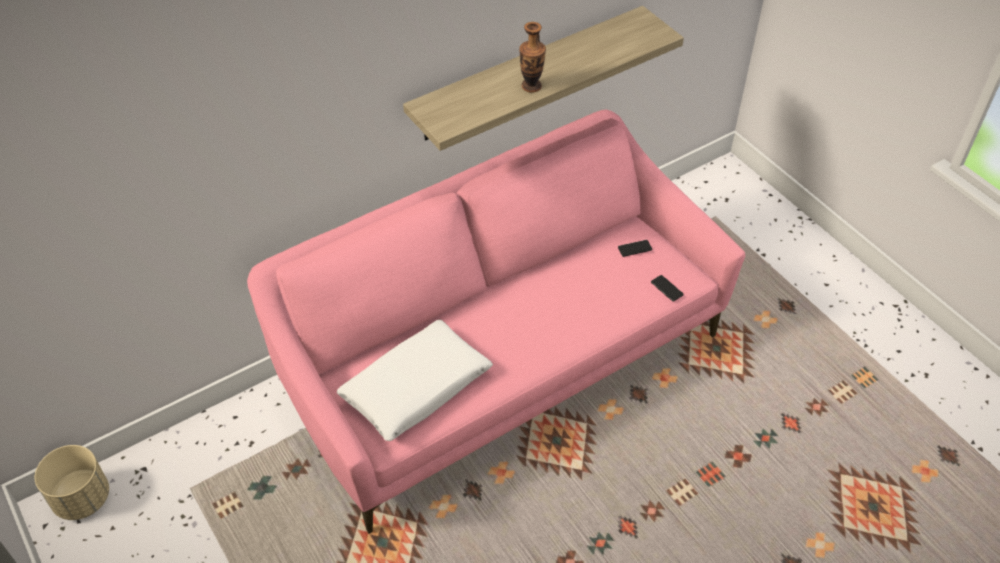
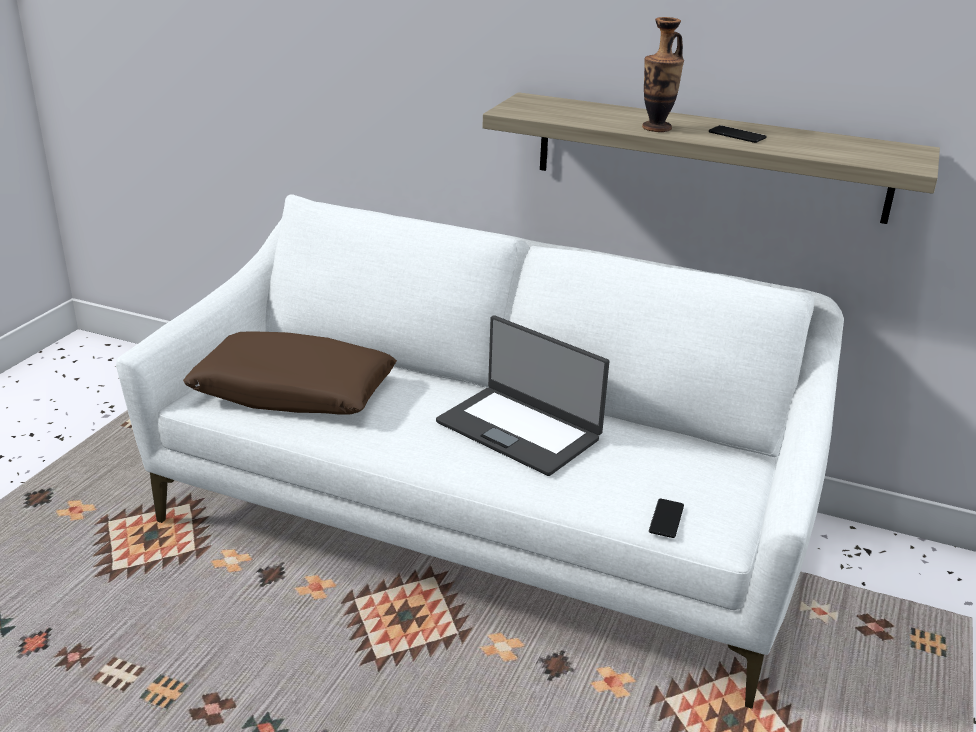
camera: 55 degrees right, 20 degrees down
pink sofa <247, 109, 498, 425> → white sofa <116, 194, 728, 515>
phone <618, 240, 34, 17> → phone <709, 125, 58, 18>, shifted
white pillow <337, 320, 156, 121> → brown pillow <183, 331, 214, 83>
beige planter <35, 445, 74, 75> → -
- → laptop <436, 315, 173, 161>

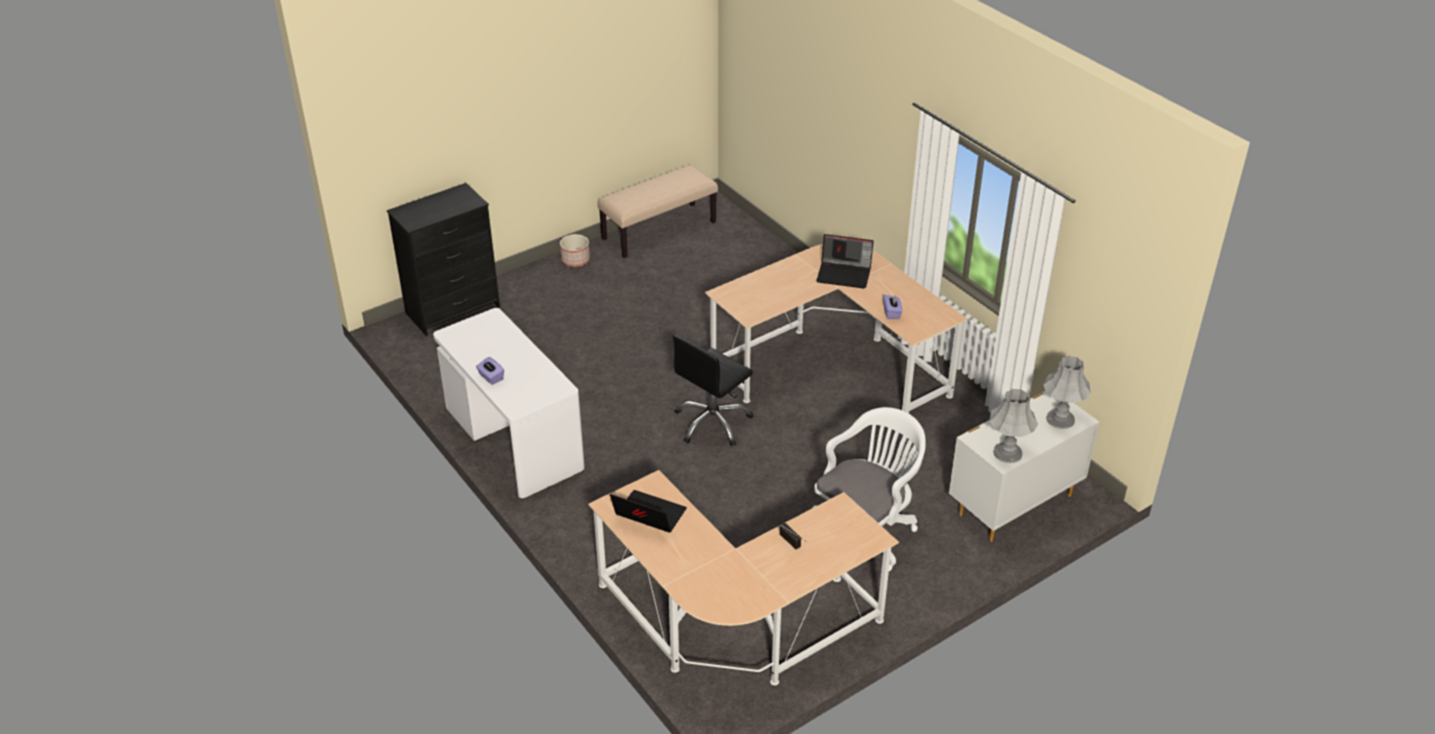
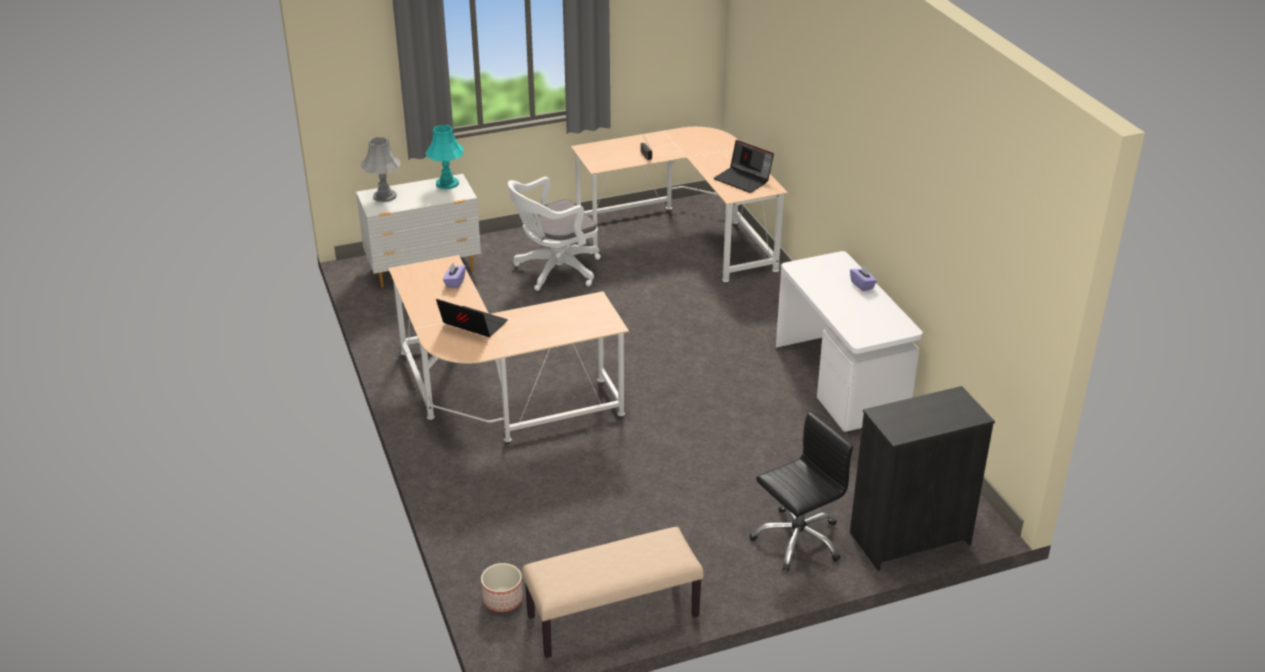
camera: 165 degrees left, 5 degrees down
planter <560, 234, 30, 33> → planter <481, 563, 42, 49>, shifted
black office chair <673, 335, 81, 111> → black office chair <750, 412, 103, 159>, shifted
grey table lamp <989, 389, 49, 74> → turquoise table lamp <425, 125, 39, 64>

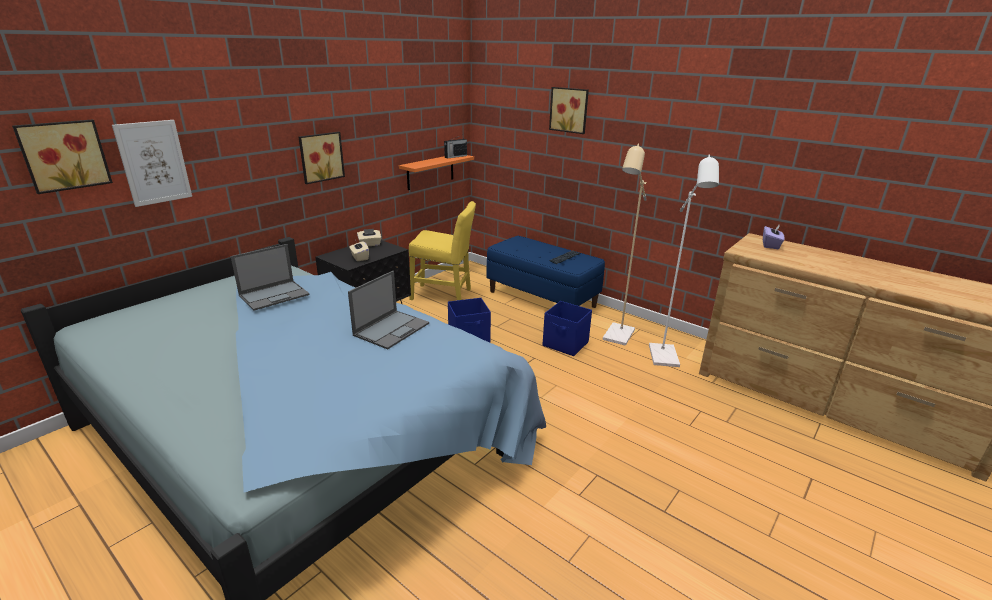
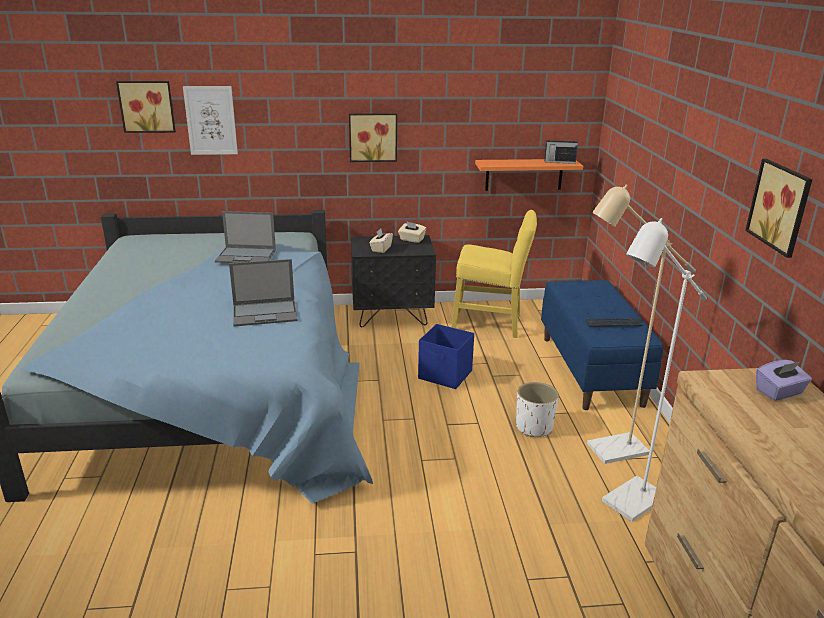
camera: 45 degrees right, 0 degrees up
picture <549, 87, 40, 47> → picture <745, 159, 68, 99>, shifted
yellow chair <409, 201, 67, 99> → yellow chair <452, 210, 85, 128>, 45 degrees counterclockwise
blue storage box <543, 301, 49, 55> → white planter <516, 382, 43, 55>

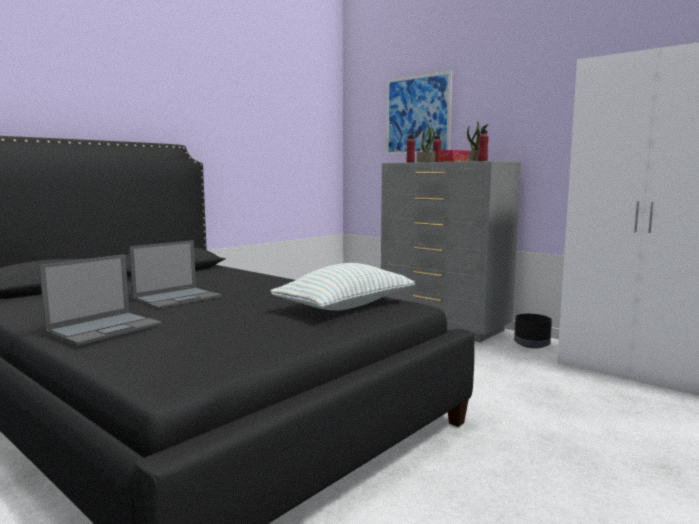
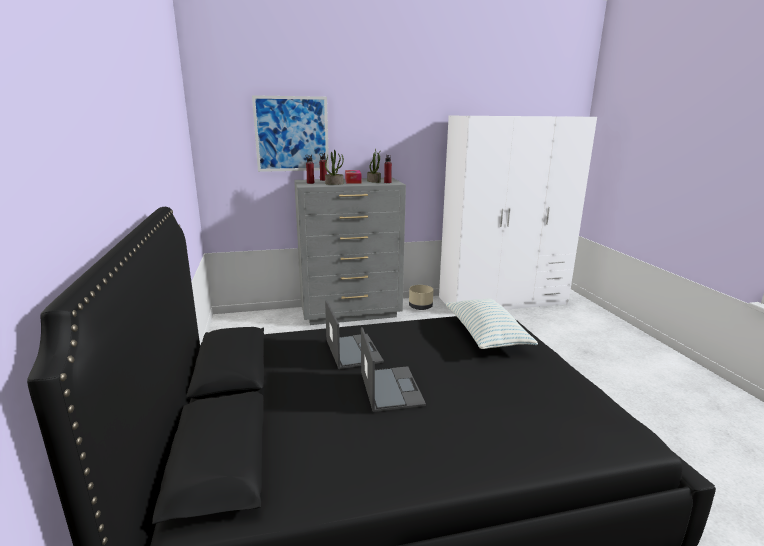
camera: 55 degrees left, 10 degrees up
laptop <39, 254, 123, 92> → laptop <325, 300, 59, 69>, shifted
black planter <514, 314, 38, 34> → beige planter <409, 285, 24, 25>

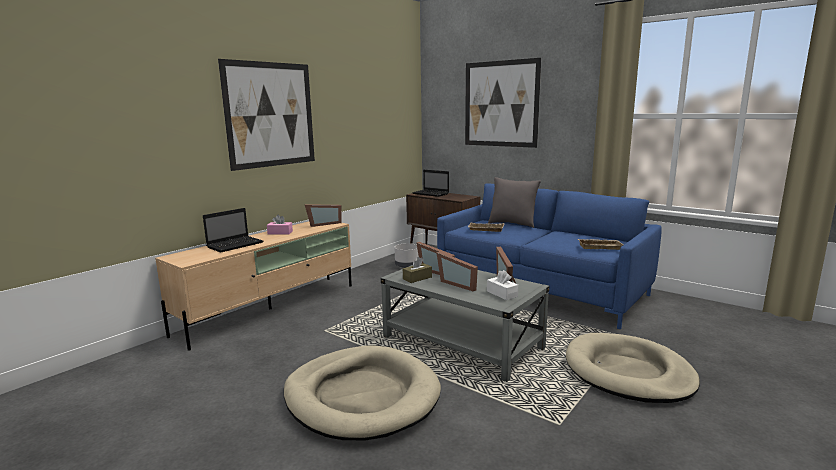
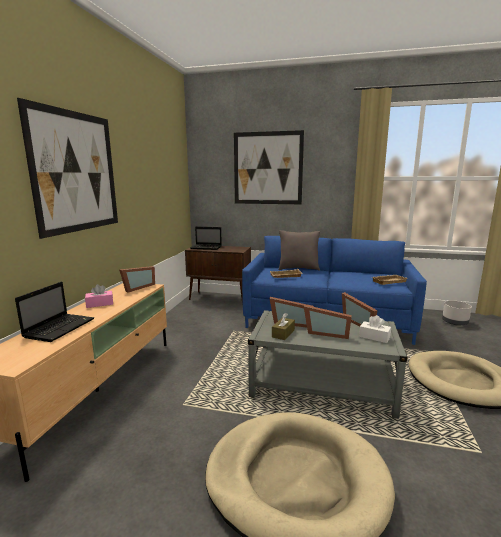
camera: 25 degrees left, 0 degrees up
grey planter <395, 243, 24, 25> → grey planter <442, 301, 30, 25>, shifted

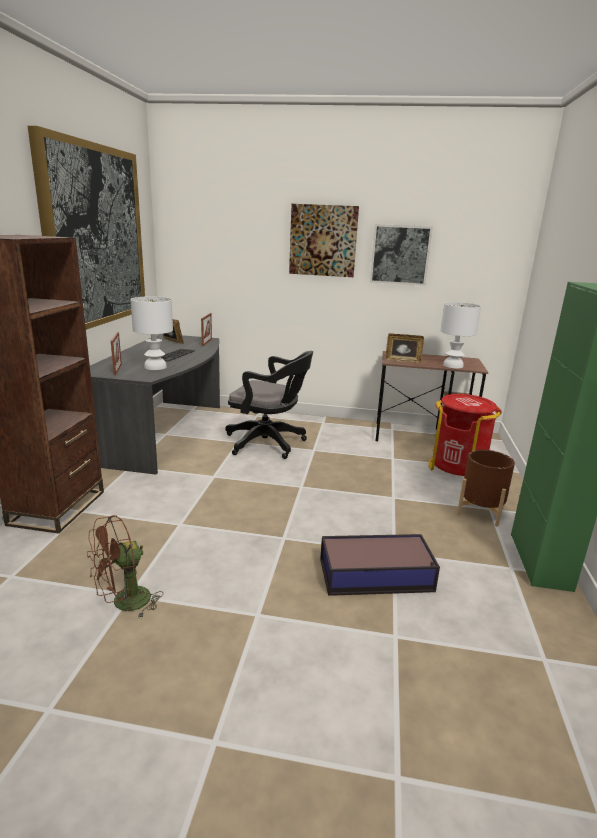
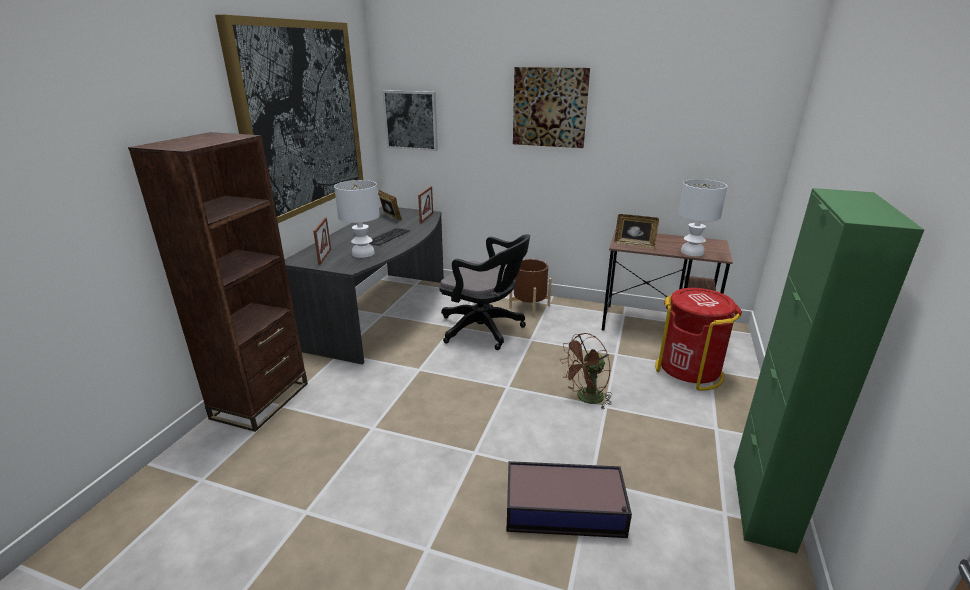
camera: 10 degrees right, 5 degrees up
picture <370, 224, 63, 62> → picture <382, 90, 56, 61>, shifted
brown planter <457, 450, 58, 77> → brown planter <509, 259, 43, 58>, shifted
brown fan <87, 515, 76, 104> → brown fan <560, 333, 52, 76>, shifted

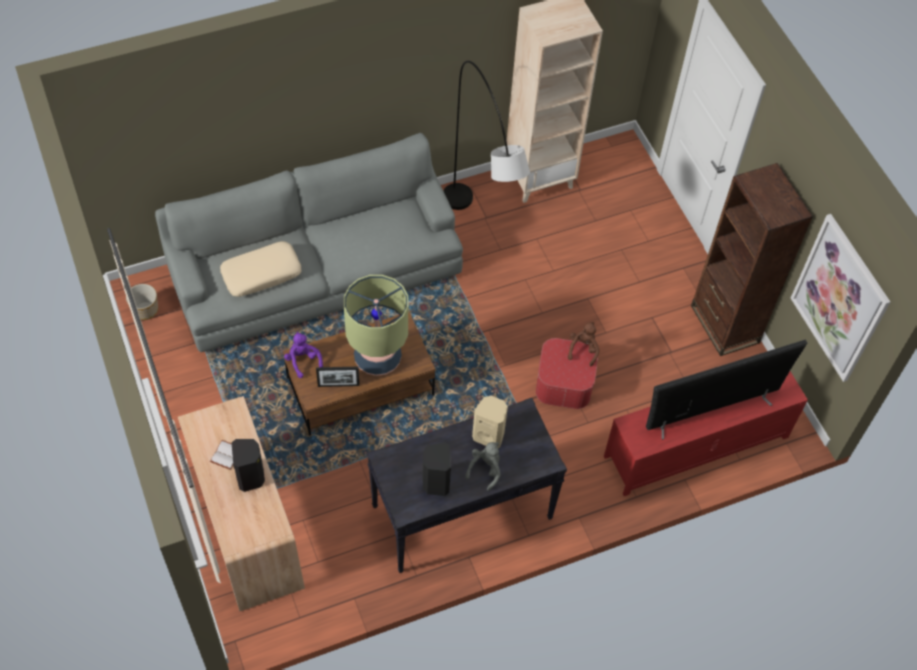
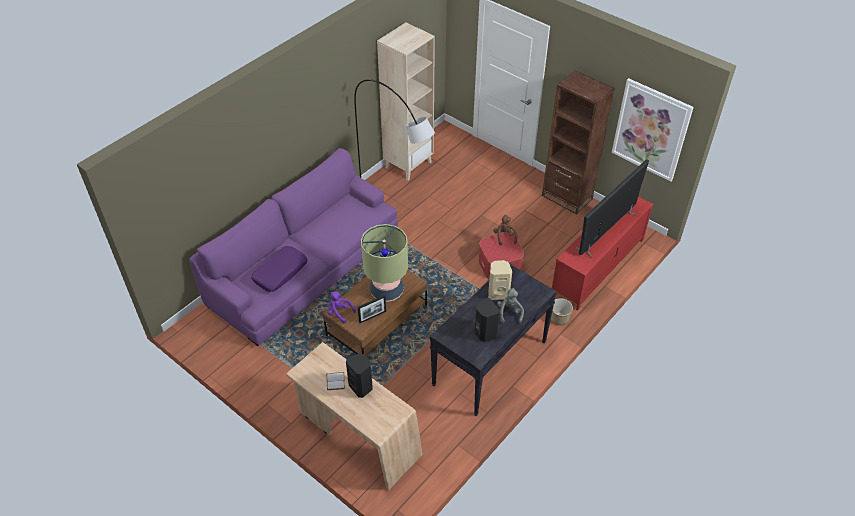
camera: 25 degrees left, 10 degrees down
grey sofa <155, 133, 308, 219> → purple sofa <189, 148, 209, 198>
beige pillow <220, 241, 82, 56> → purple pillow <251, 246, 56, 46>
planter <126, 284, 32, 36> → planter <551, 298, 22, 27>, shifted

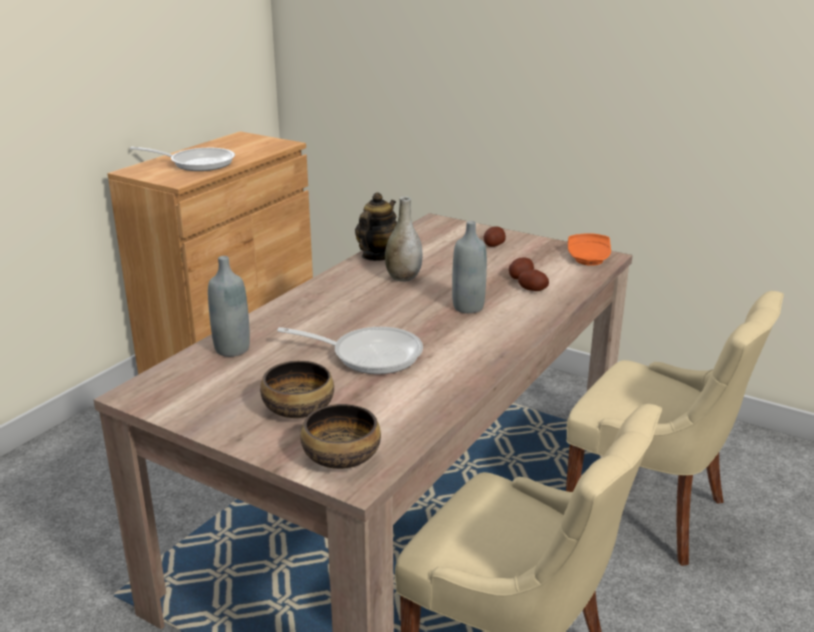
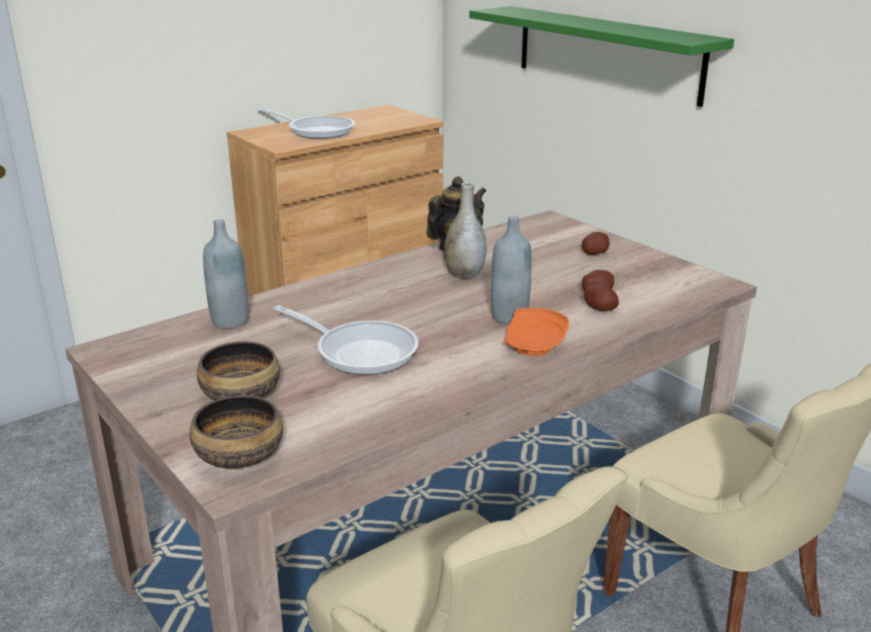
camera: 20 degrees right, 0 degrees up
orange plate <568, 233, 43, 33> → orange plate <503, 308, 66, 48>, shifted
- → green shelf <469, 6, 265, 101>

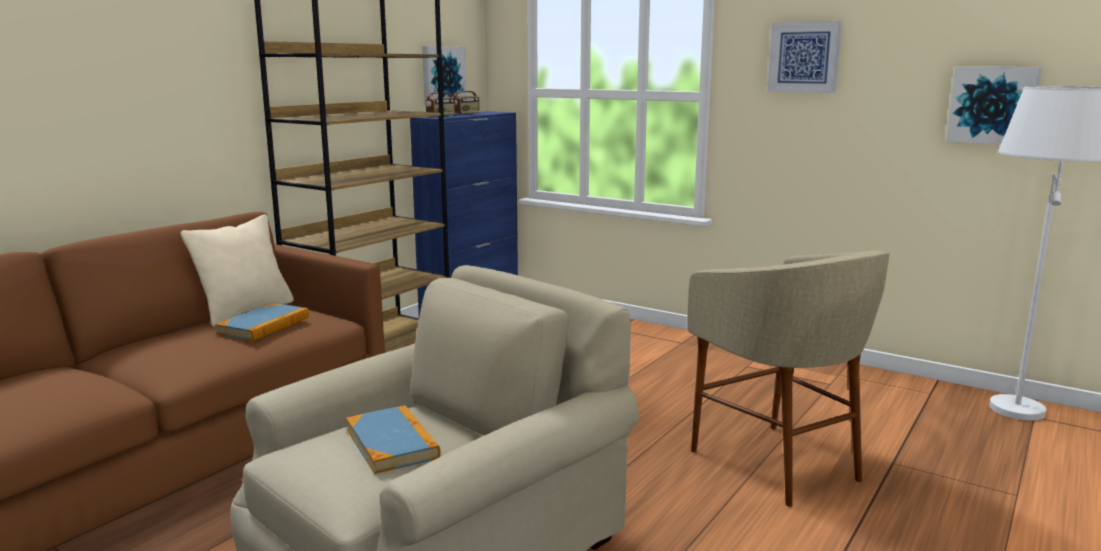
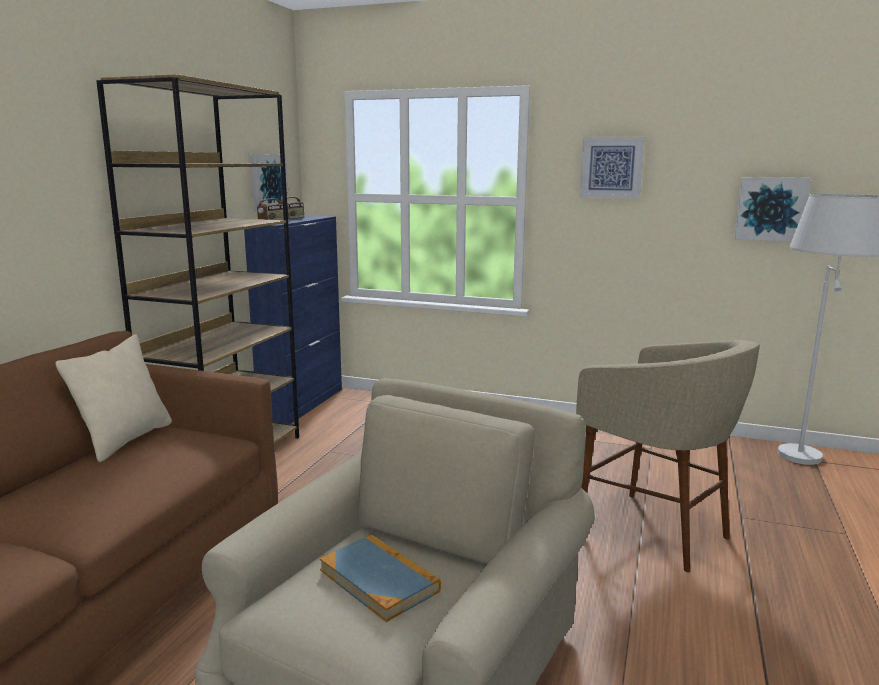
camera: 15 degrees left, 0 degrees up
book <215, 303, 94, 38> → -

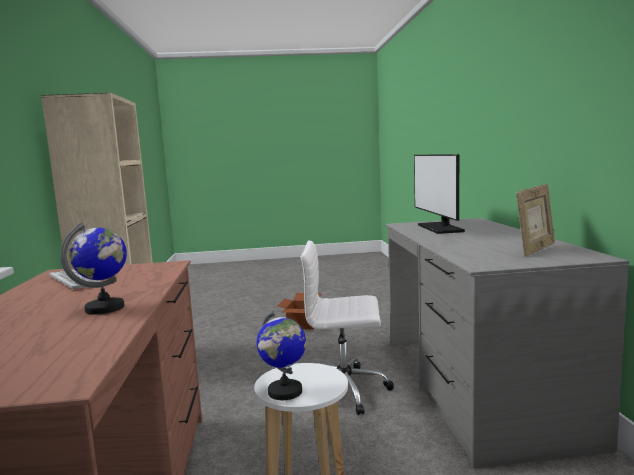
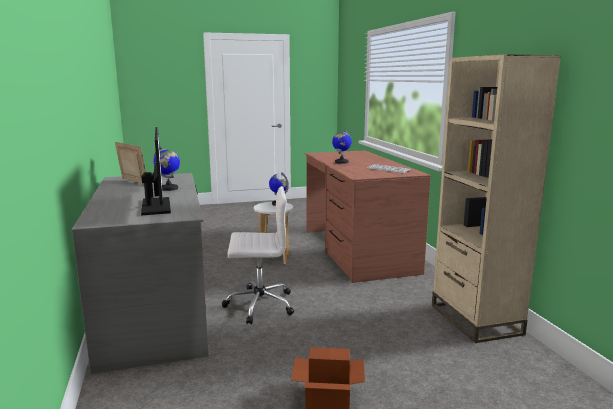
camera: 170 degrees right, 5 degrees up
picture frame <516, 184, 39, 72> → picture frame <115, 142, 31, 42>, 90 degrees clockwise
- → globe <153, 146, 27, 45>

